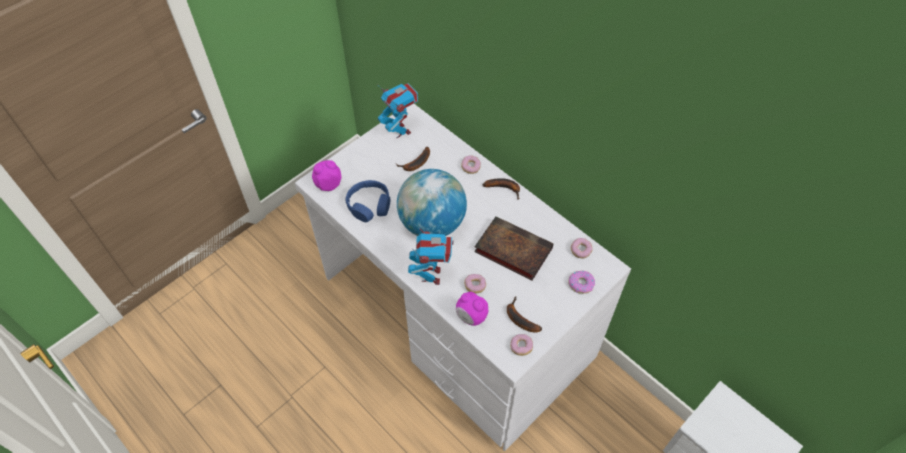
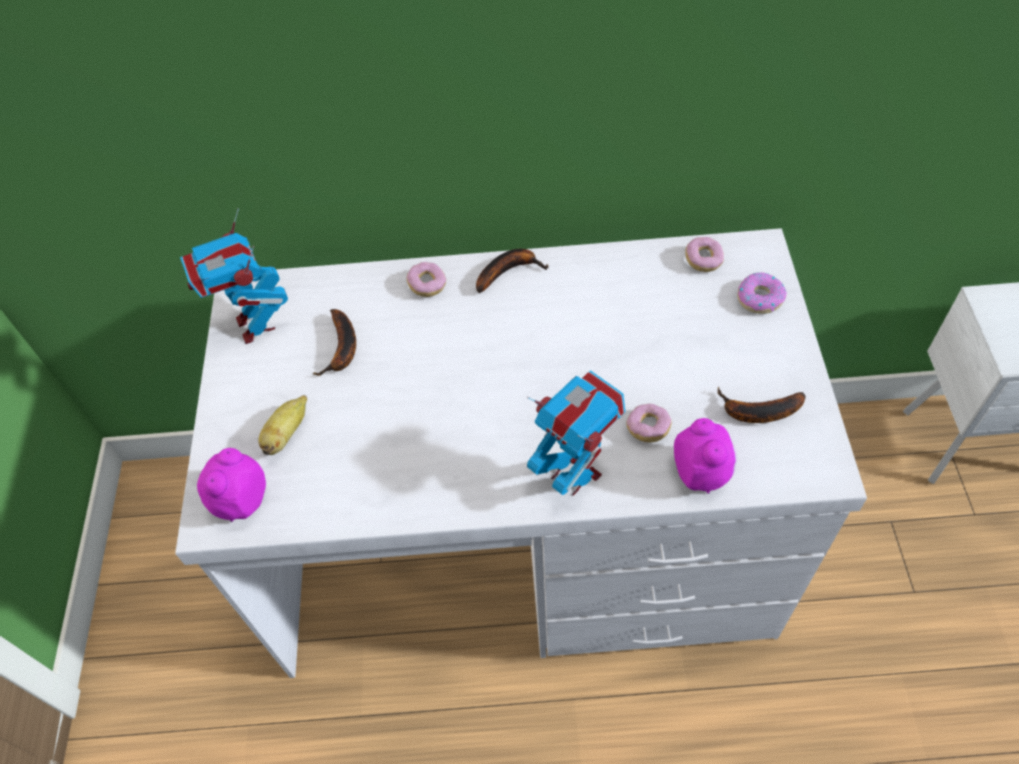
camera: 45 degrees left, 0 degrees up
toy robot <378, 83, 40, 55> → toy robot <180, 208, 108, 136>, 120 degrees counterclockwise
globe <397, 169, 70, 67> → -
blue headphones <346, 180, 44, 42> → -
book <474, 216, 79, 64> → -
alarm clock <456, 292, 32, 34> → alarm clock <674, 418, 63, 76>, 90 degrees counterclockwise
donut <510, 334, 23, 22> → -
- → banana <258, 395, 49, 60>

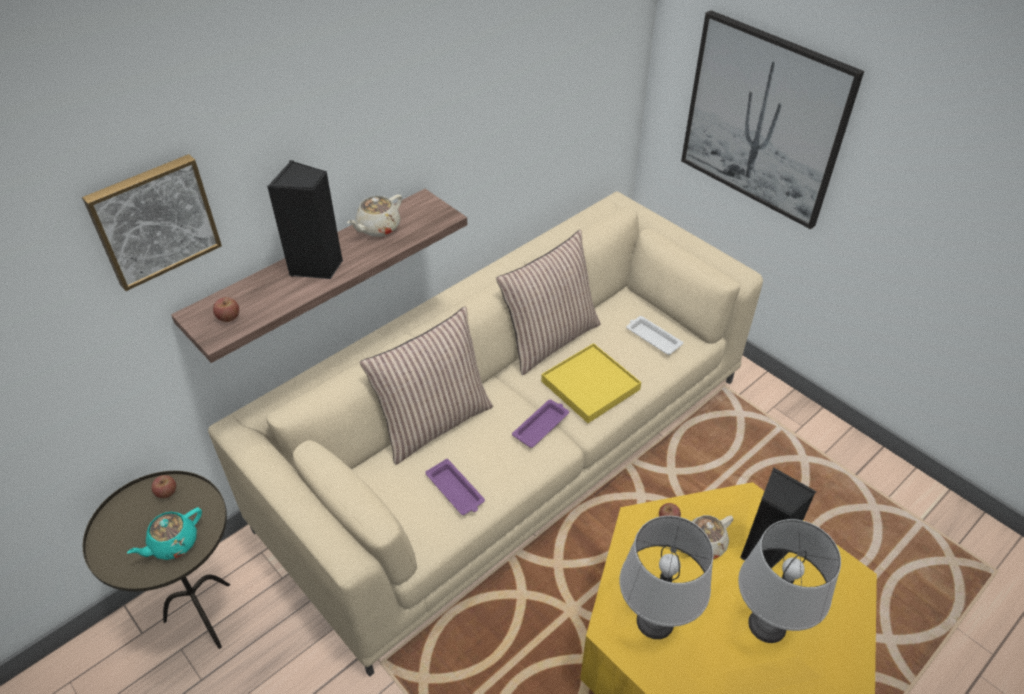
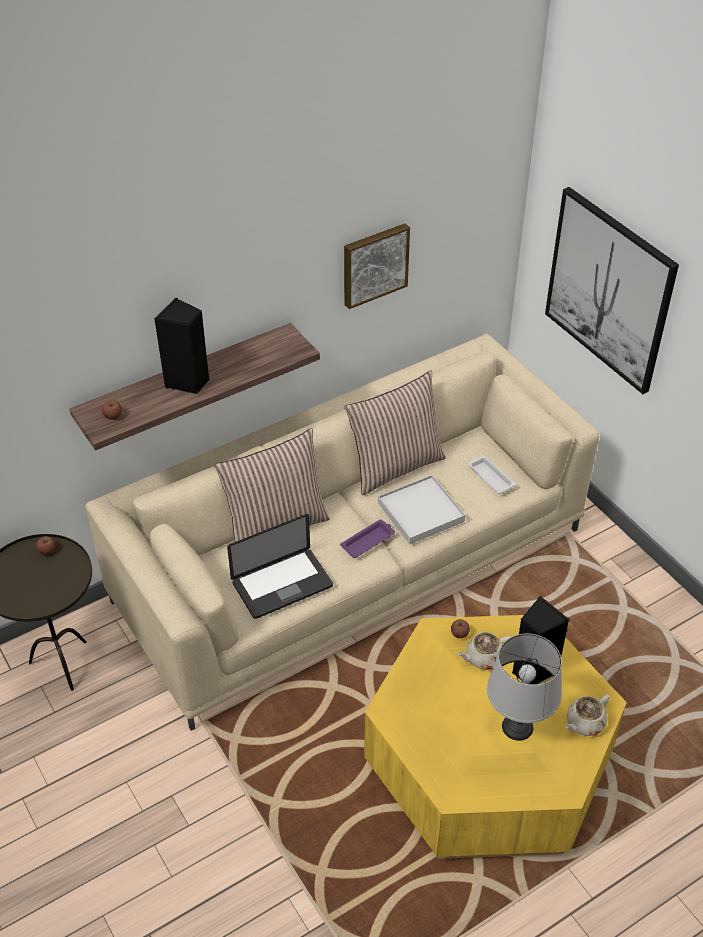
camera: 10 degrees right, 0 degrees up
picture <82, 154, 140, 137> → picture <344, 224, 66, 85>, shifted
beige teapot <347, 194, 55, 43> → beige teapot <565, 695, 45, 41>, shifted
yellow tray <541, 343, 100, 80> → white tray <378, 475, 87, 69>
purple tray <425, 459, 60, 56> → laptop <227, 514, 106, 105>
turquoise teapot <127, 507, 75, 53> → -
grey table lamp <619, 516, 94, 123> → -

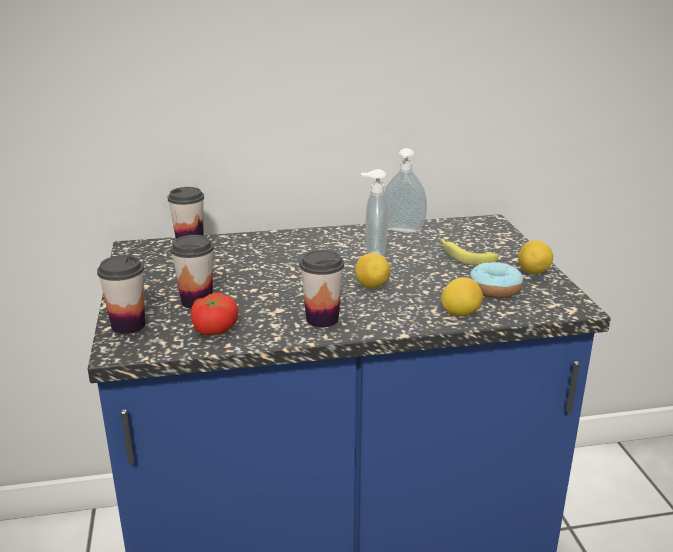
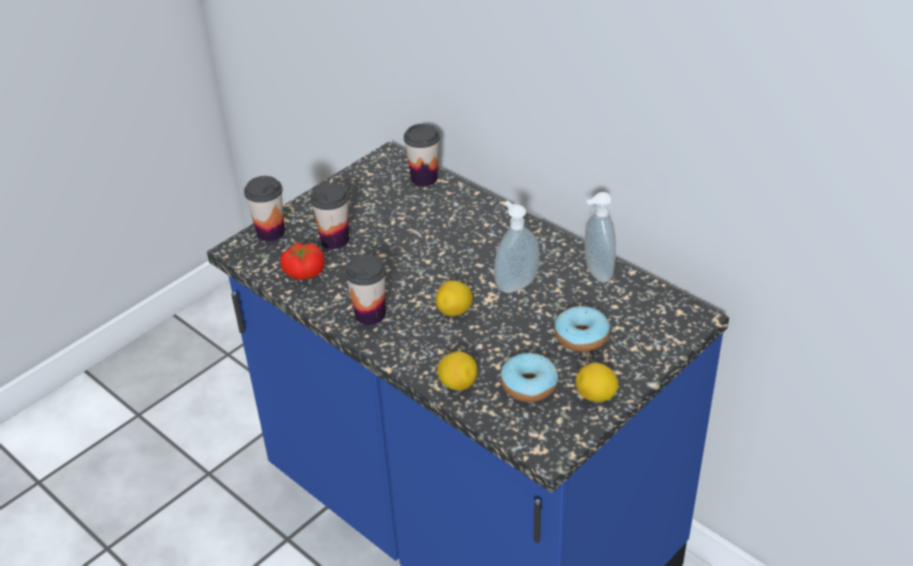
camera: 55 degrees right, 15 degrees up
banana <439, 239, 60, 27> → donut <554, 306, 56, 46>

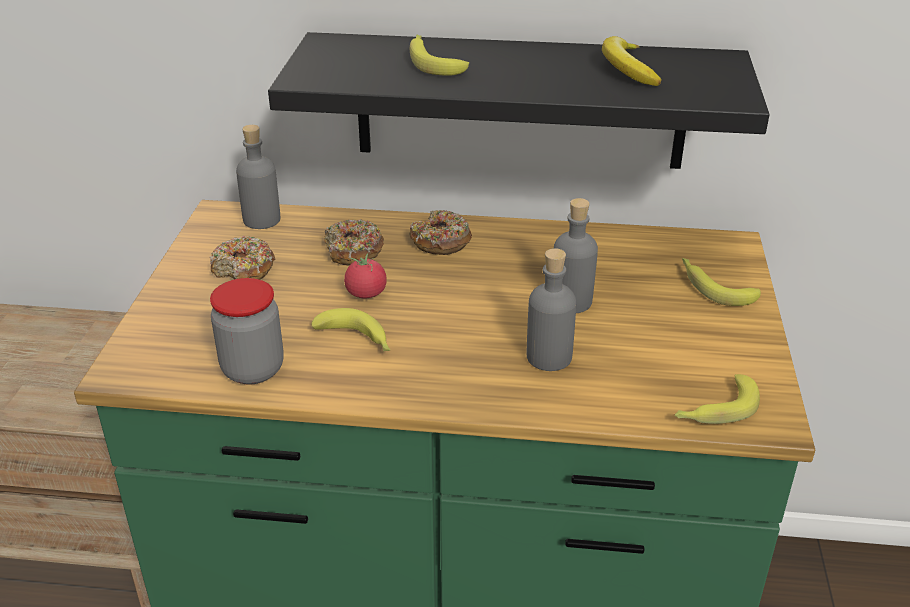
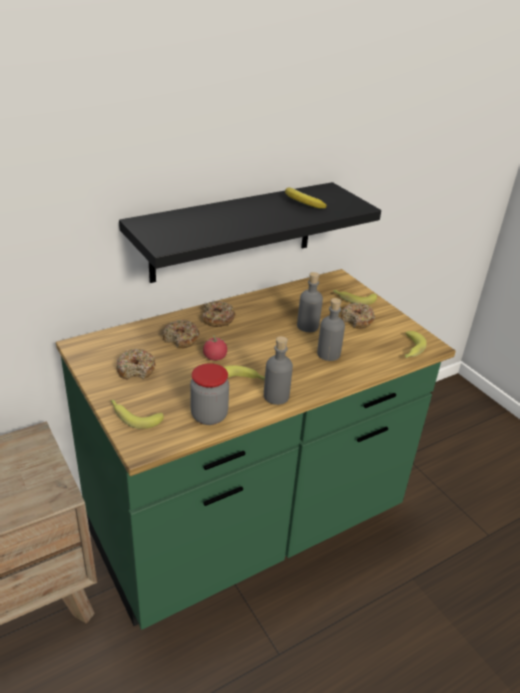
camera: 40 degrees left, 0 degrees up
banana <410, 35, 59, 41> → banana <111, 400, 53, 29>, shifted
grey bottle <236, 125, 45, 104> → grey bottle <264, 336, 29, 69>, shifted
- → donut <341, 303, 34, 26>

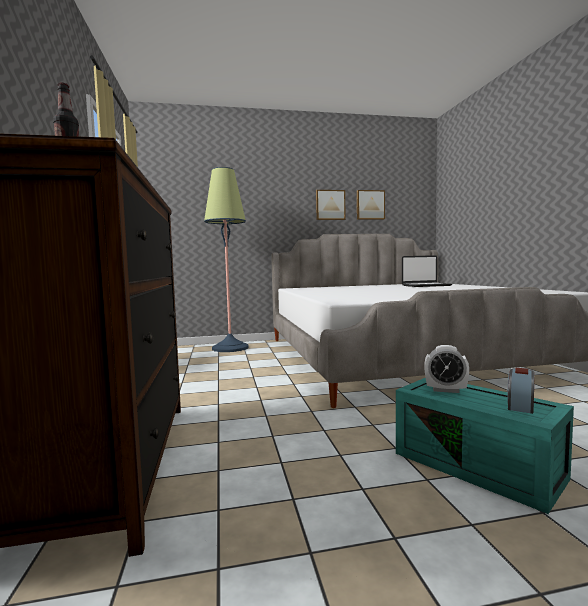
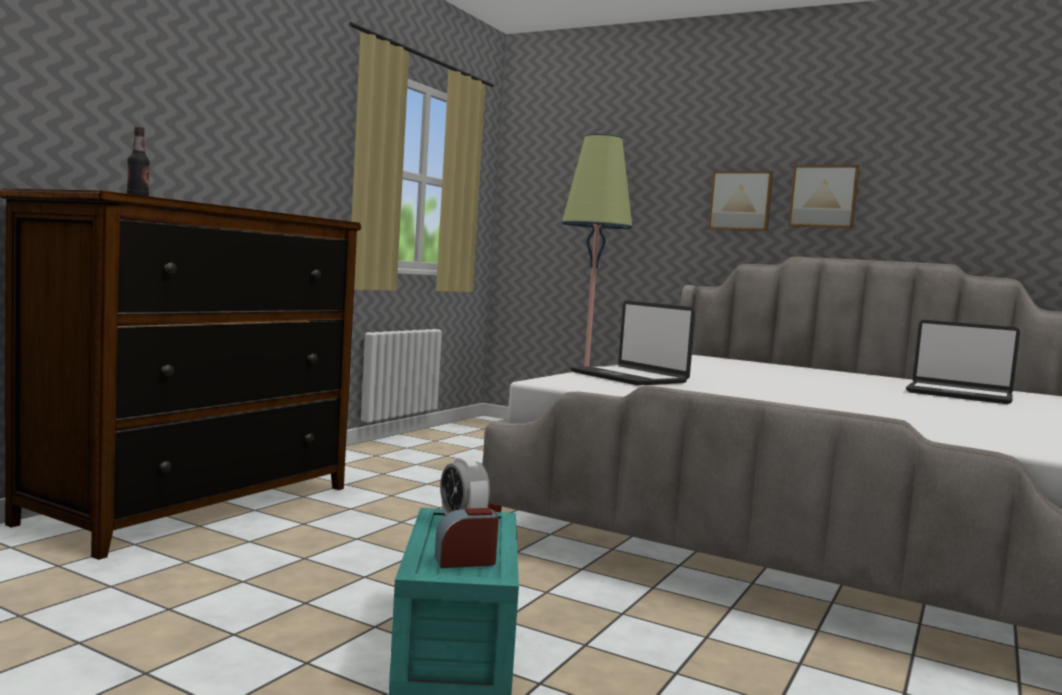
camera: 40 degrees right, 0 degrees up
picture <357, 190, 28, 30> → picture <708, 171, 65, 60>, shifted
- → laptop <571, 300, 124, 86>

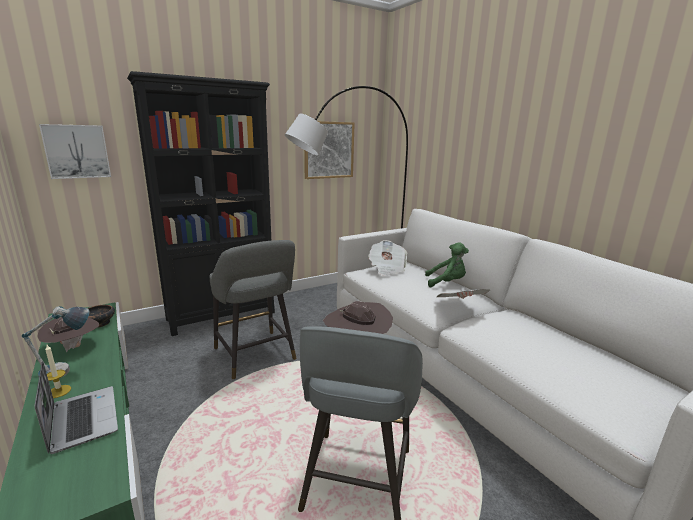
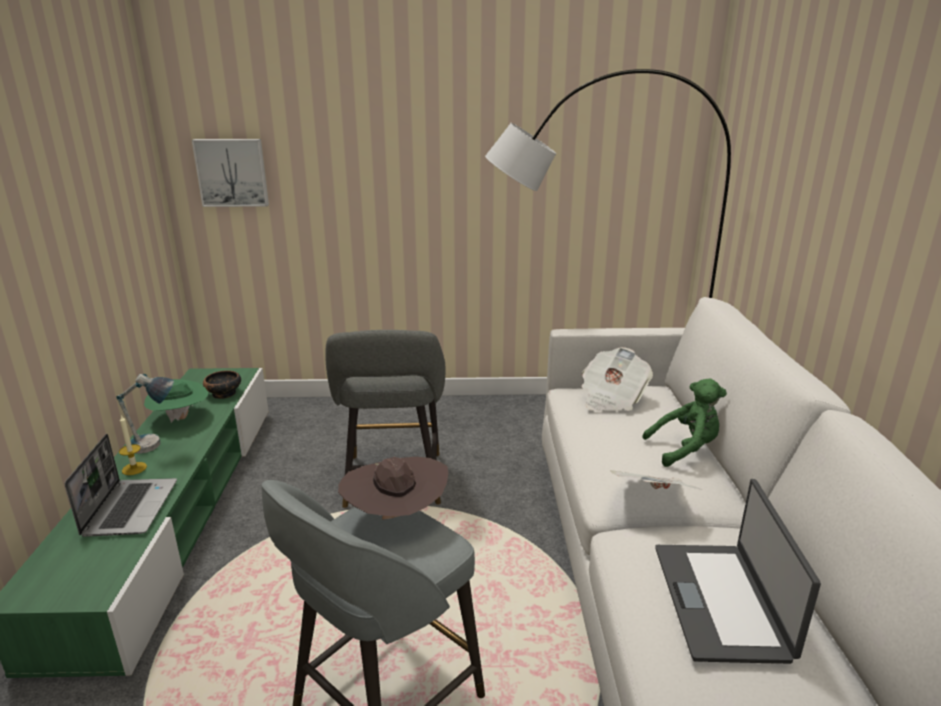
camera: 30 degrees right, 5 degrees up
black bookcase <127, 71, 148, 265> → -
picture <304, 121, 51, 58> → -
green plush toy <425, 242, 44, 45> → green plush toy <642, 379, 85, 88>, 45 degrees counterclockwise
brown hat <37, 317, 62, 35> → green hat <144, 379, 64, 44>
- → laptop <655, 479, 166, 185>

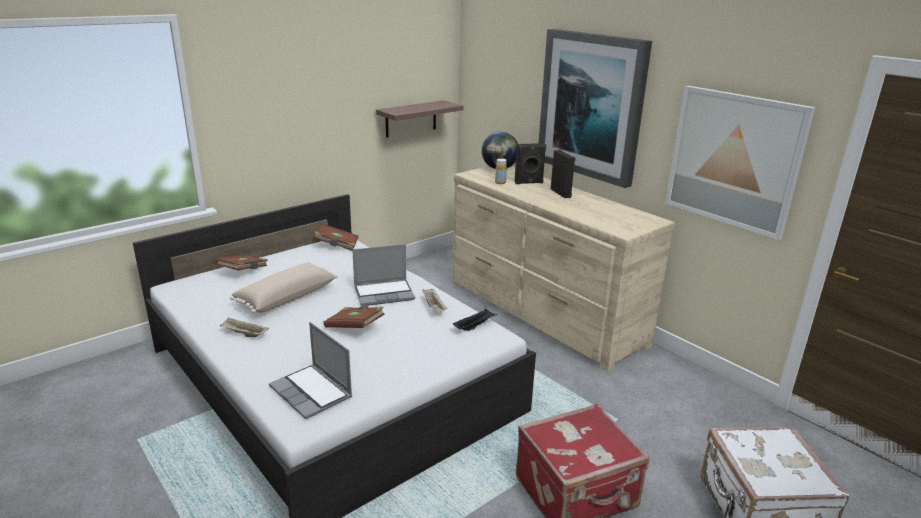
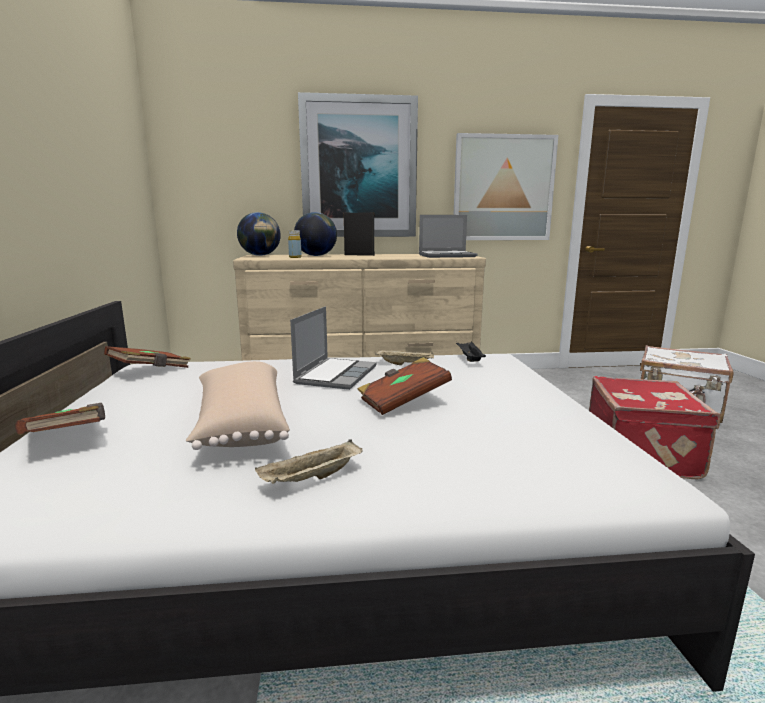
camera: 55 degrees left, 10 degrees down
shelf <376, 100, 88, 38> → -
black speaker <515, 143, 31, 41> → globe <294, 212, 43, 44>
laptop <269, 322, 83, 97> → laptop <419, 215, 58, 43>, shifted

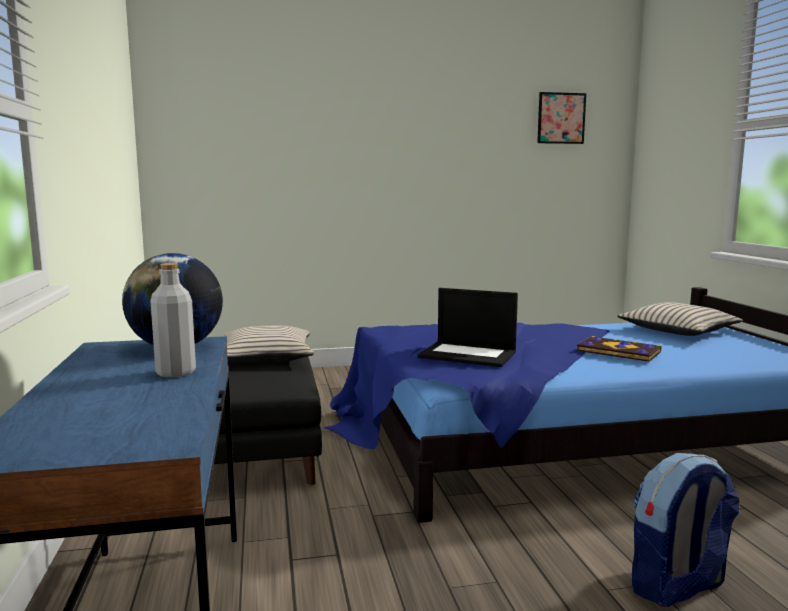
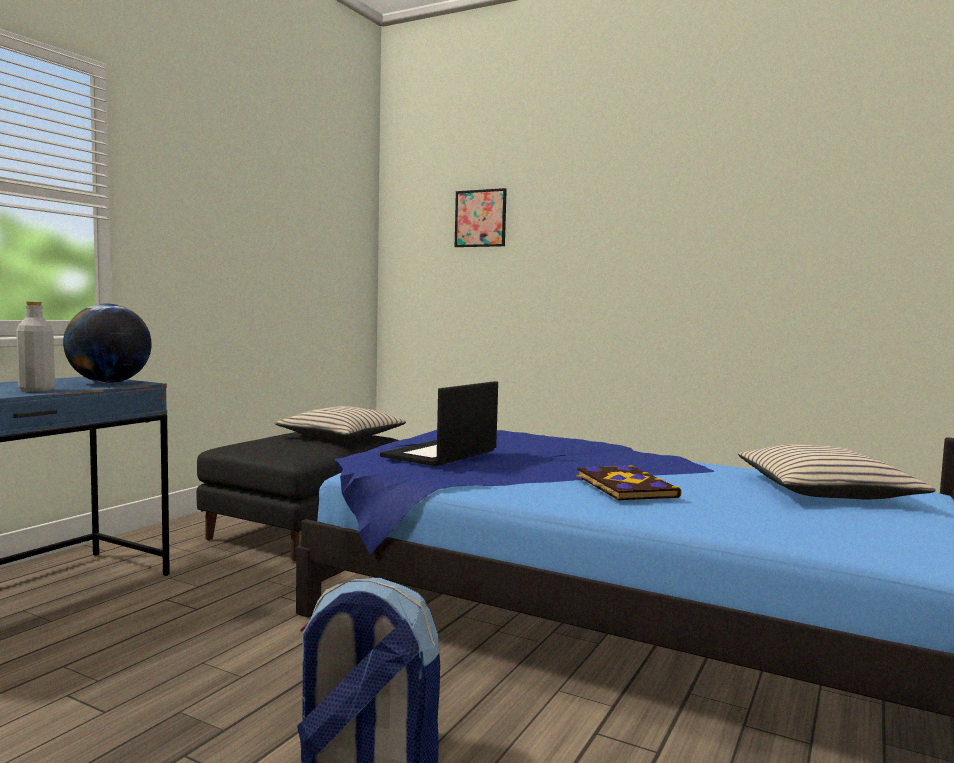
camera: 40 degrees right, 5 degrees down
picture <537, 92, 49, 52> → picture <455, 188, 52, 59>, shifted
laptop <418, 288, 100, 79> → laptop <380, 381, 118, 85>, 60 degrees clockwise

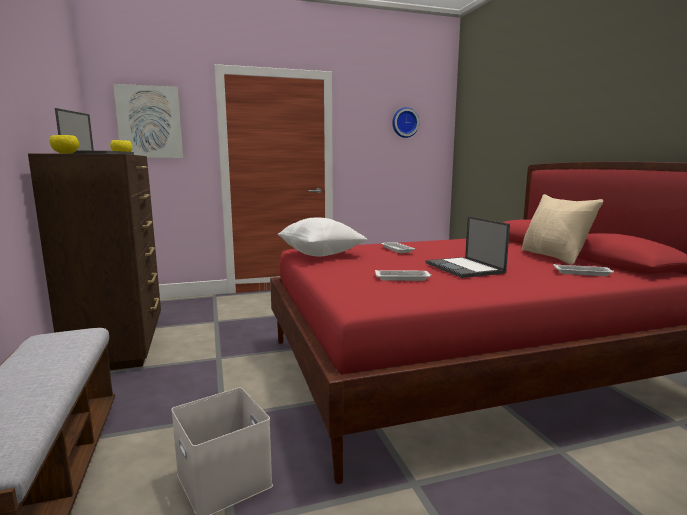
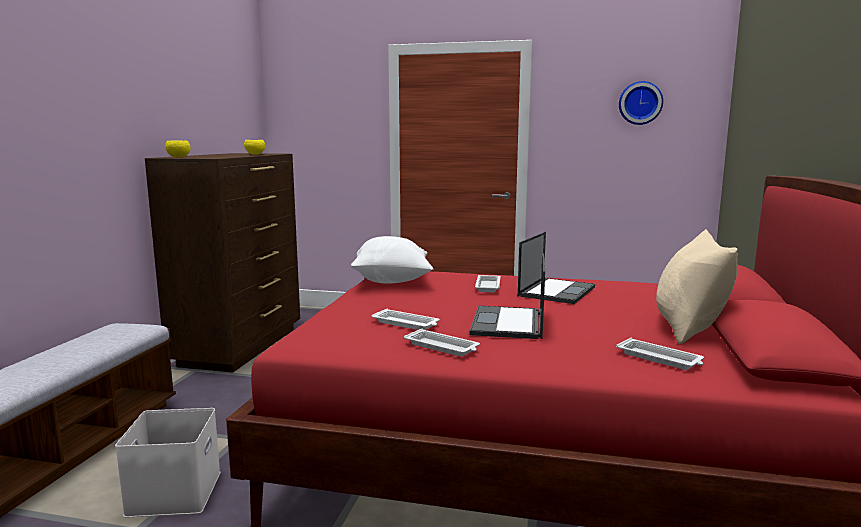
camera: 30 degrees right, 0 degrees up
picture <113, 84, 70, 74> → -
laptop <55, 108, 79, 47> → laptop <518, 232, 77, 72>, shifted
- → white tray <404, 329, 76, 28>

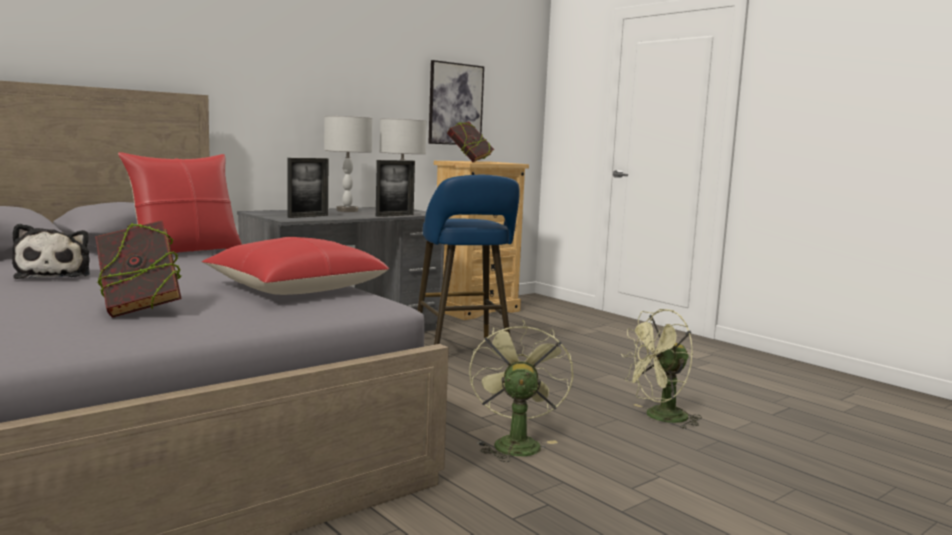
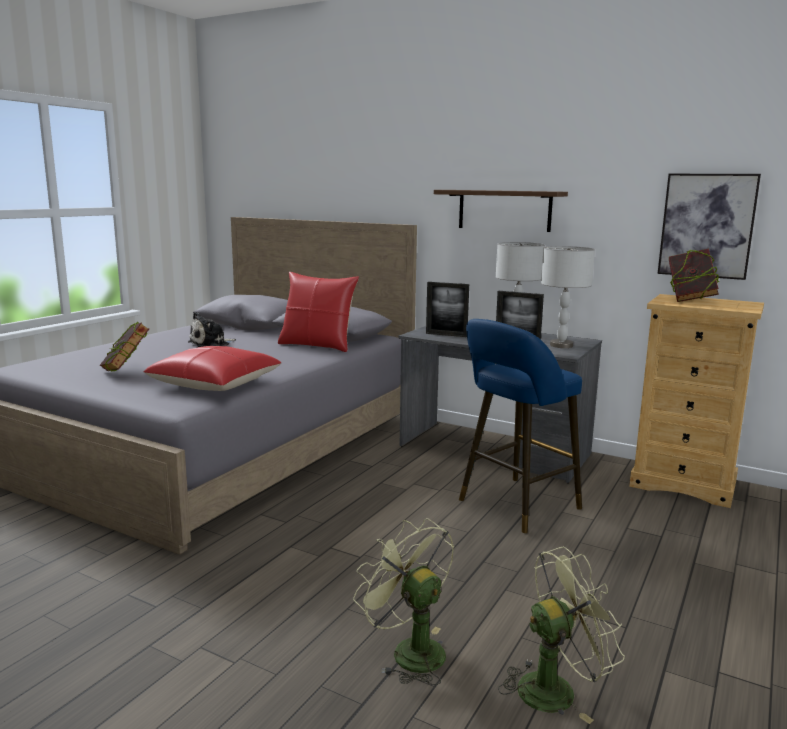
camera: 70 degrees right, 5 degrees up
green fan <469, 319, 104, 143> → green fan <498, 547, 127, 177>, shifted
- → shelf <434, 190, 134, 42>

